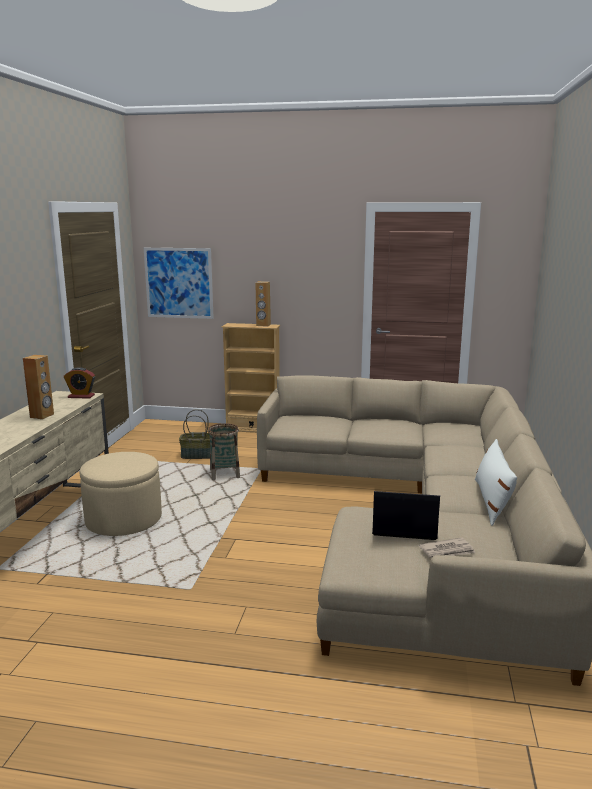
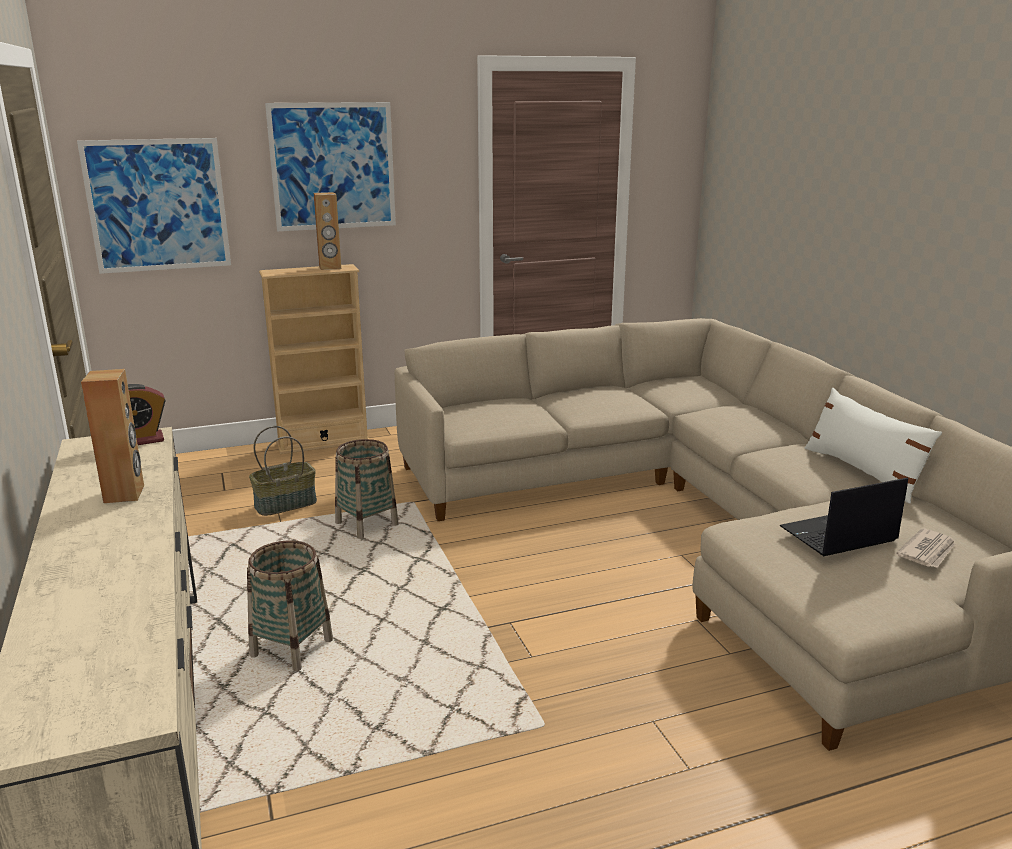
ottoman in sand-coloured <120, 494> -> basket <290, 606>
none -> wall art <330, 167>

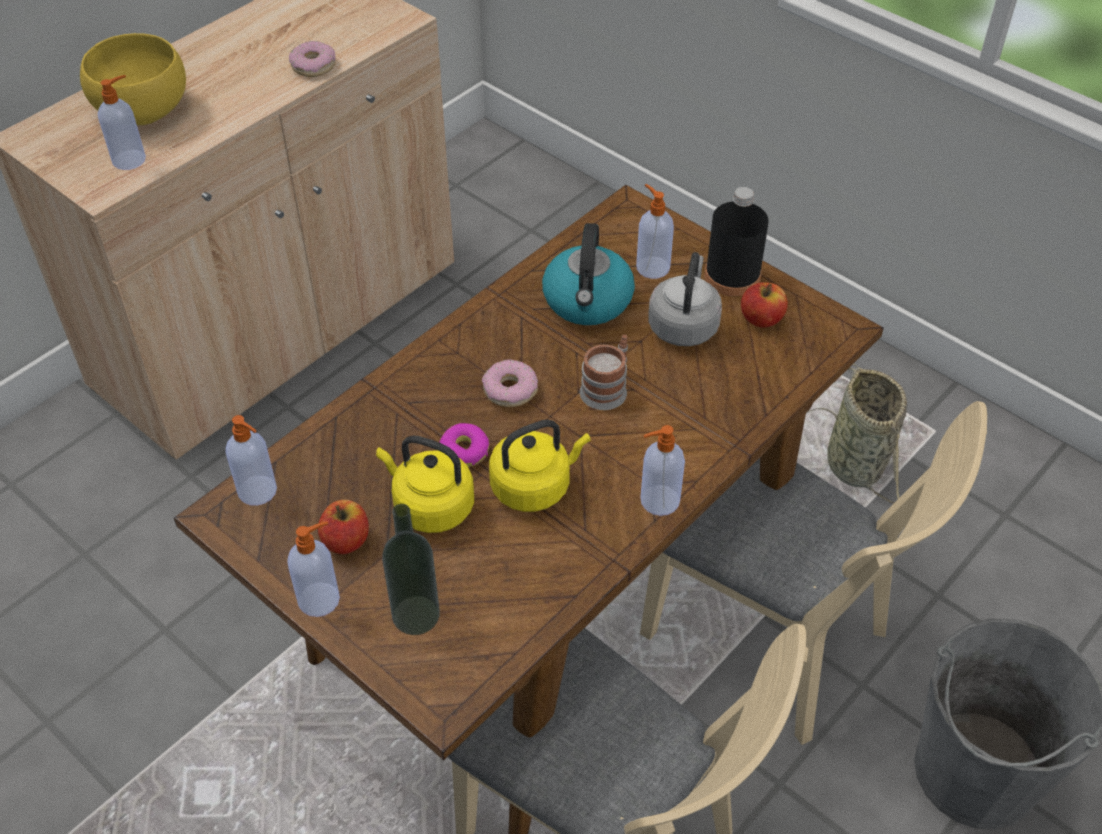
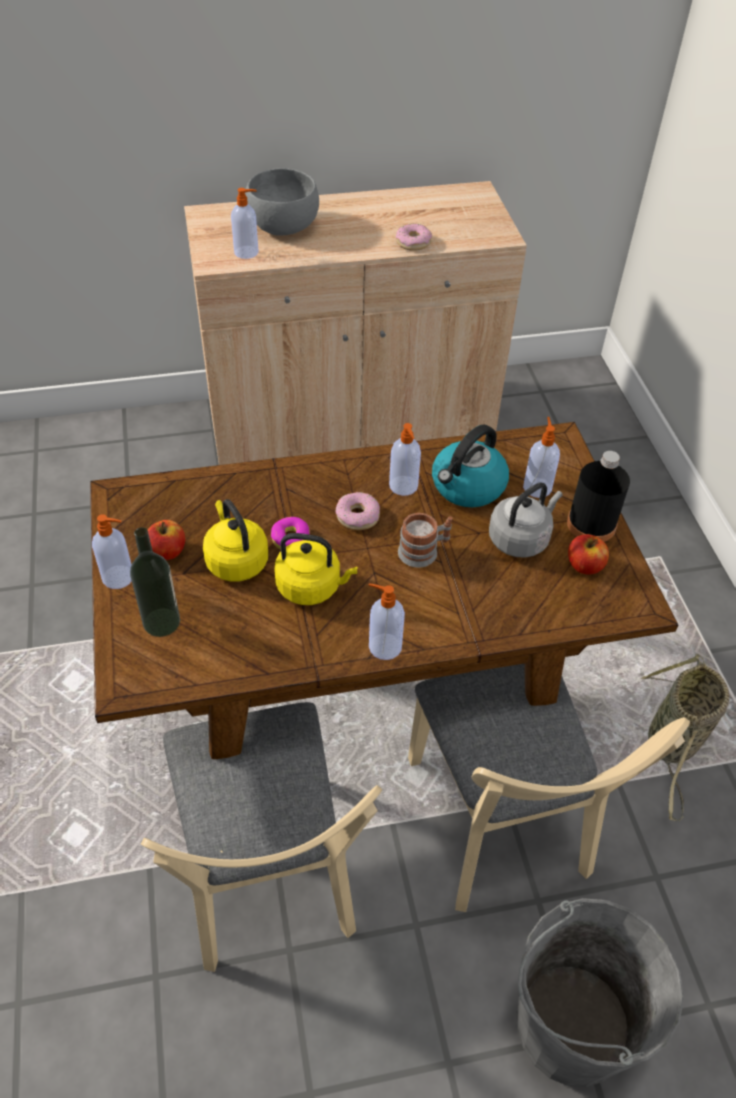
serving bowl in yellow-coloured <133, 79> -> serving bowl in grey <282, 202>
soap bottle <251, 460> -> soap bottle <405, 459>, relocated

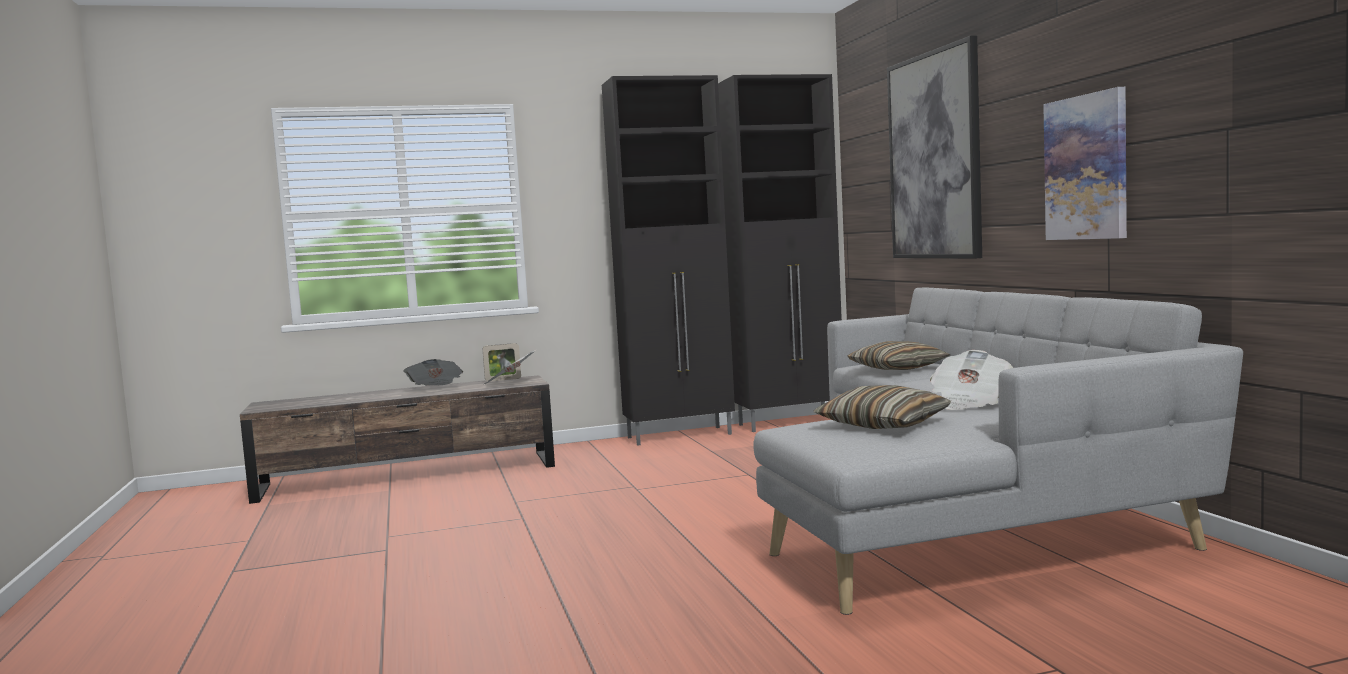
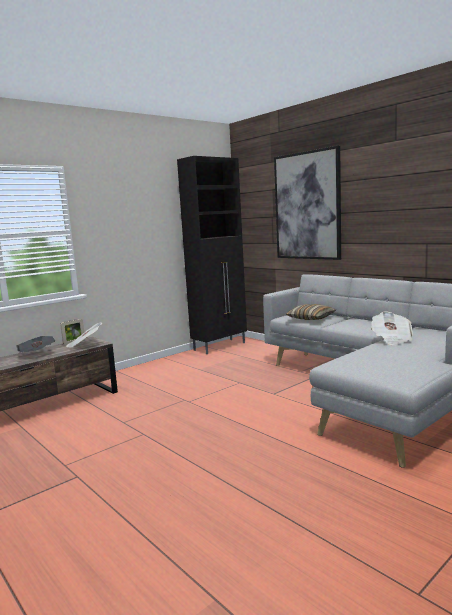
storage cabinet in blackish <668, 260> -> none
throw pillow <882, 407> -> none
wall art <1085, 163> -> none

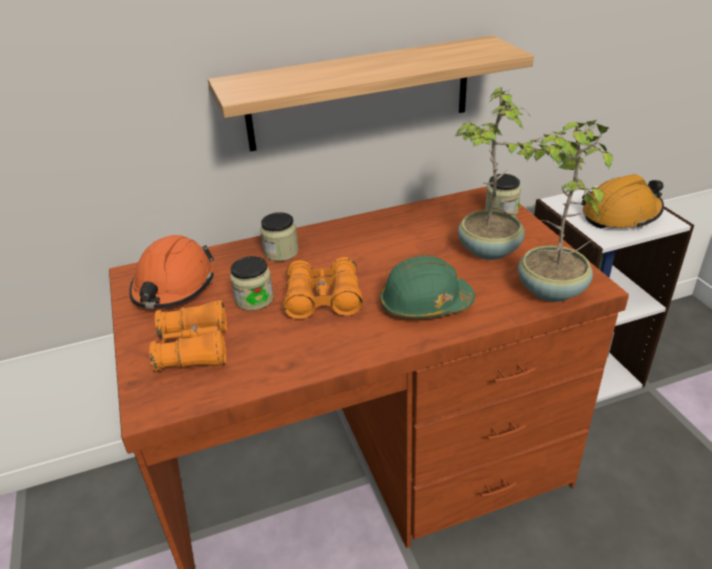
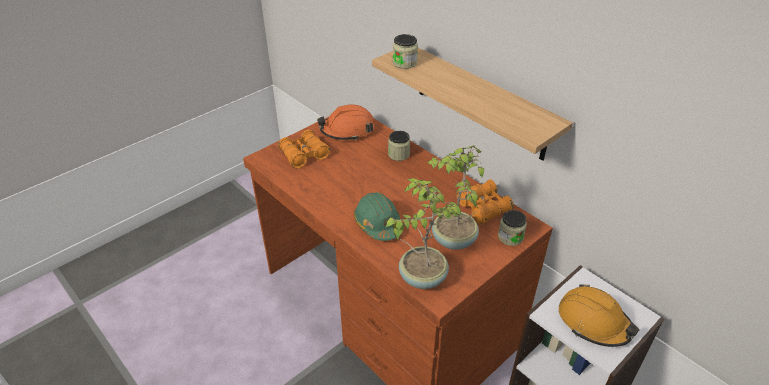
preserve jar <252, 283> -> preserve jar <405, 51>, relocated
field glasses in orangey <323, 288> -> field glasses in orangey <485, 202>, relocated

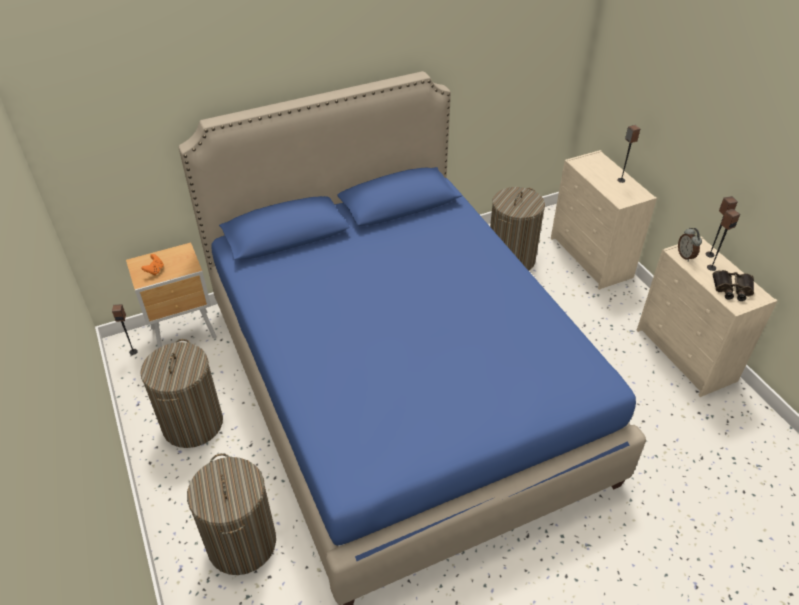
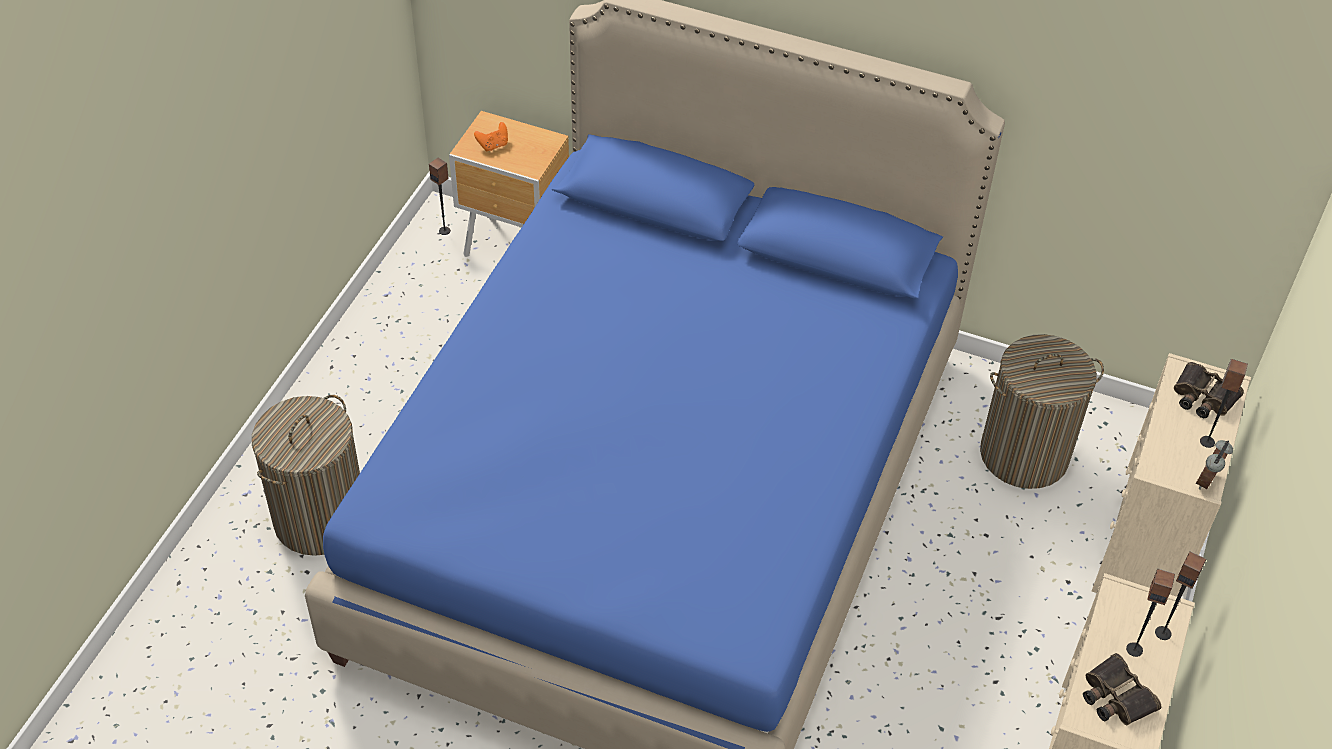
none -> field glasses <1209, 390>
bedside clock <690, 245> -> bedside clock <1214, 465>, relocated
hamper <181, 393> -> none

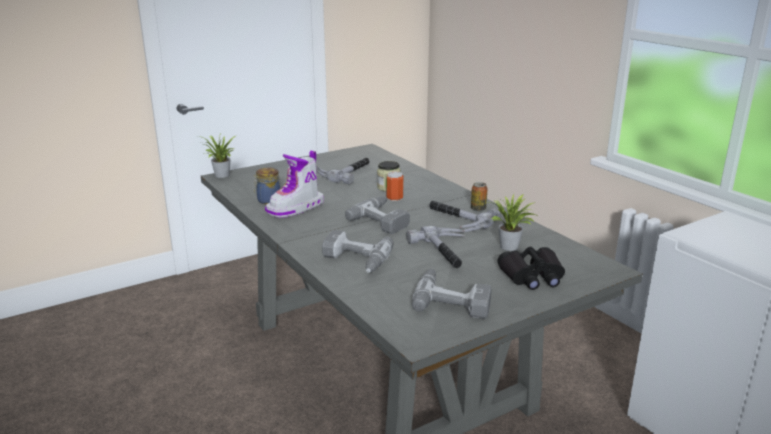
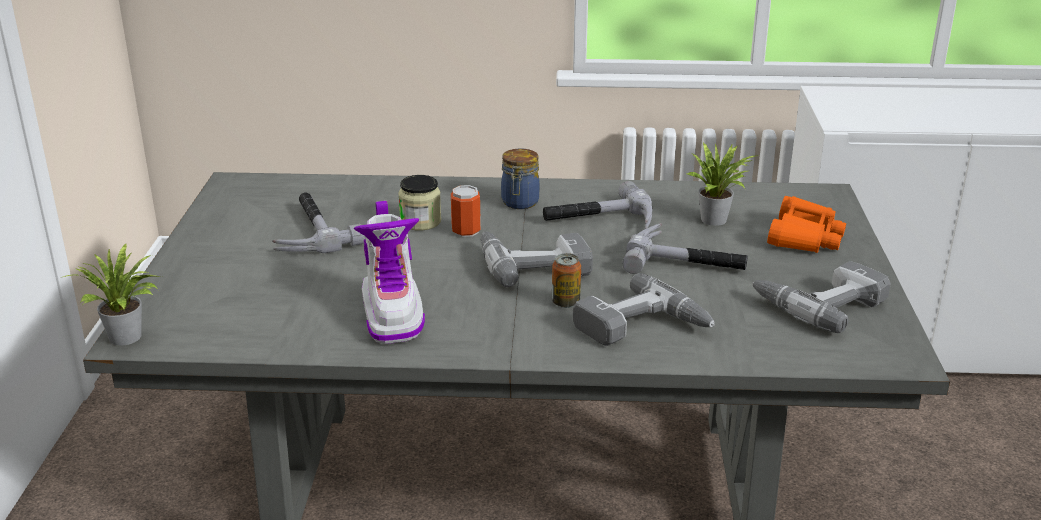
preserve jar <267, 186> -> preserve jar <520, 179>, relocated
sealed can <479, 197> -> sealed can <566, 280>, relocated
field glasses in blackish <531, 268> -> field glasses in orangey <806, 224>

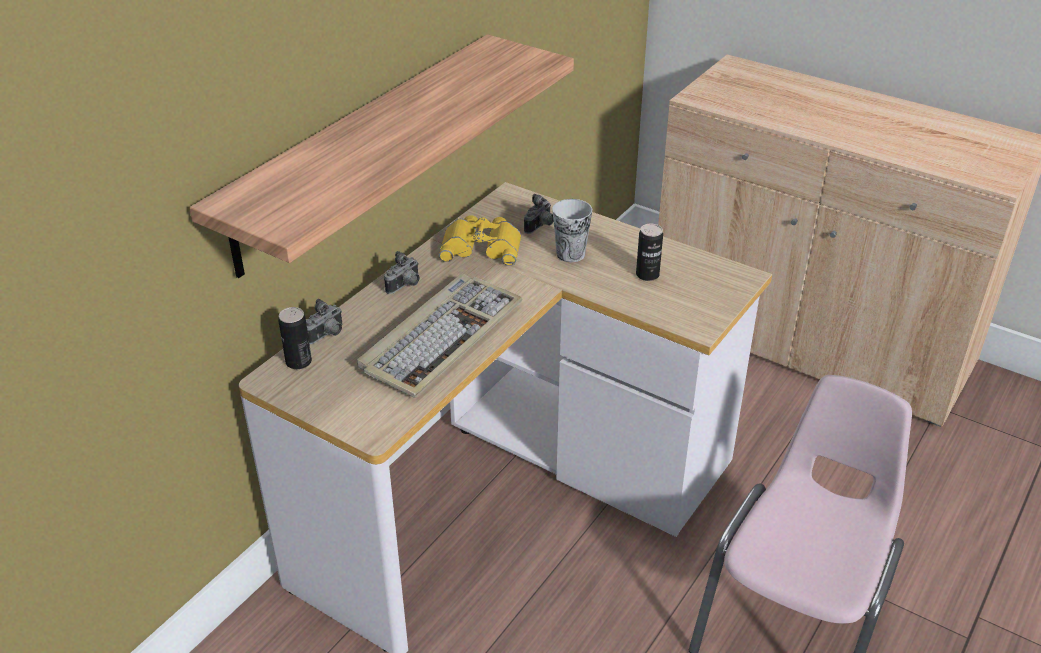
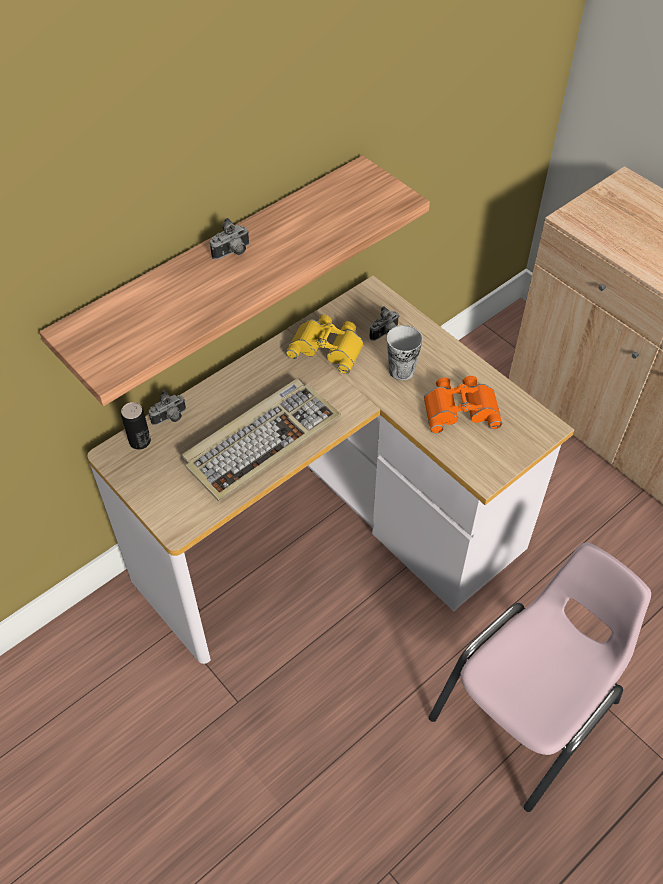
still camera <402, 272> -> still camera <229, 239>, relocated
sealed can <649, 252> -> field glasses in orangey <463, 404>

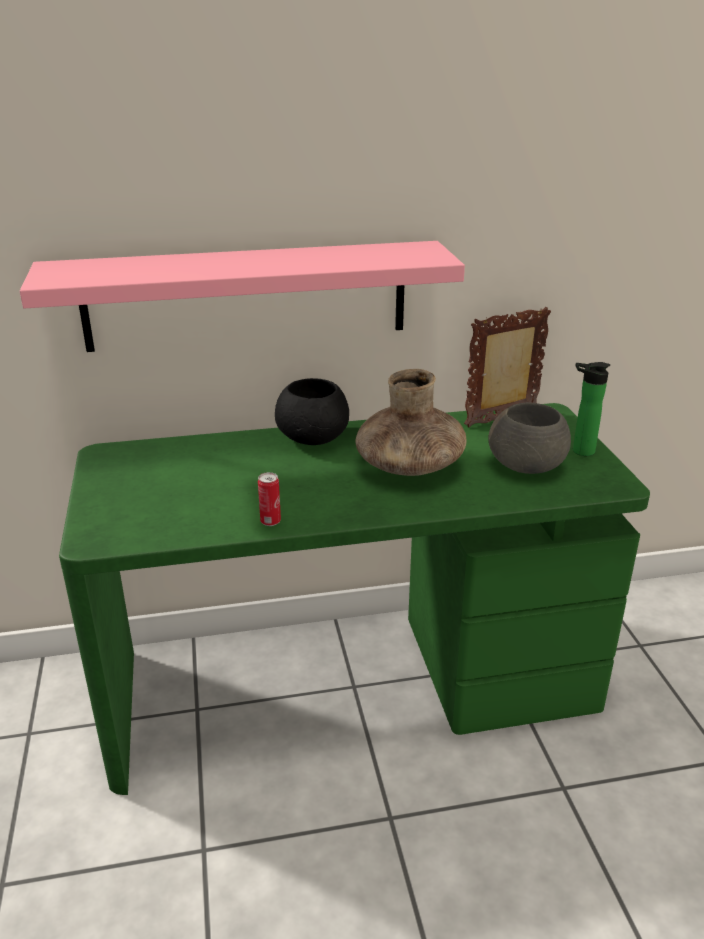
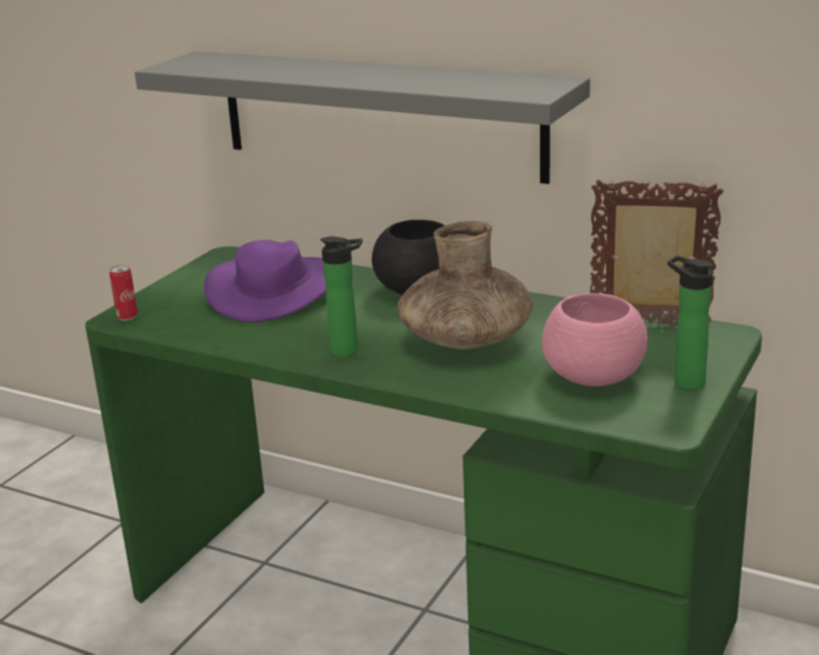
sealed can <269, 499> -> sealed can <123, 293>, relocated
wall shelf in pink-coloured <242, 296> -> wall shelf in grey <362, 117>
none -> wearable hat in purplish <265, 281>
none -> drink bottle <341, 296>
serving bowl in grey <529, 438> -> serving bowl in pink-coloured <595, 339>

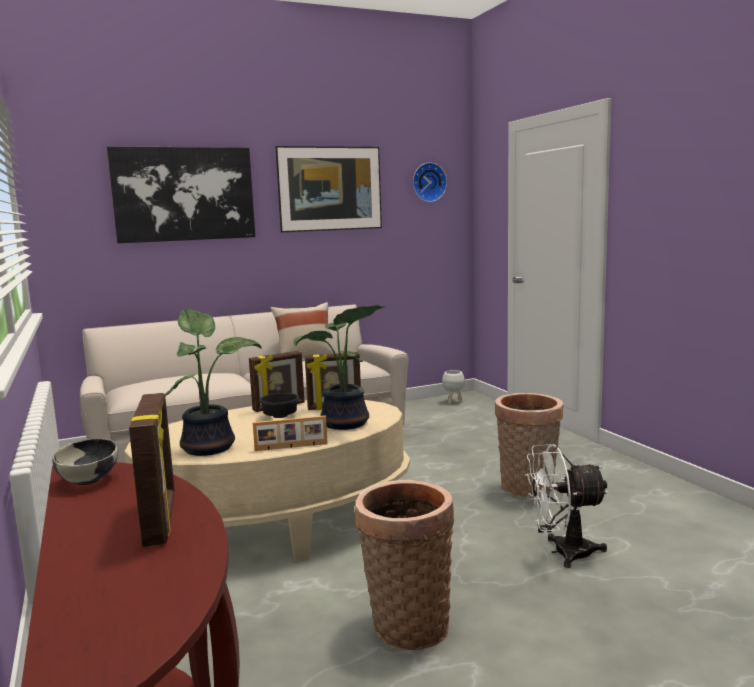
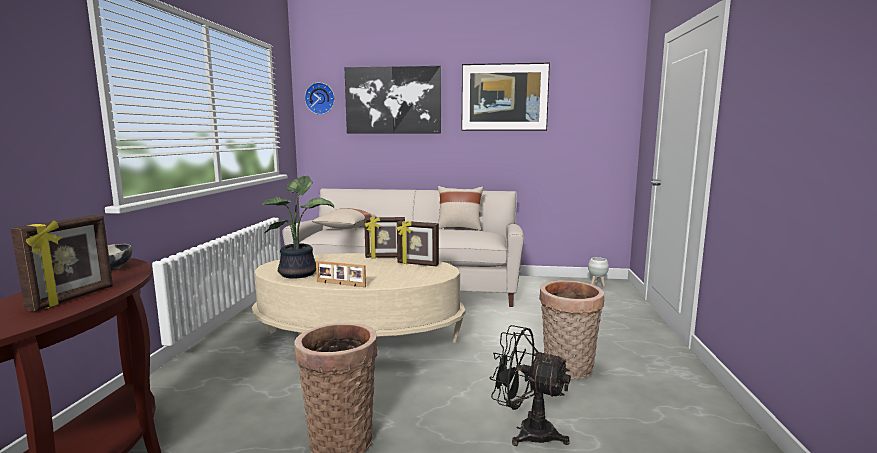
clock on the wall <430, 182> -> clock on the wall <320, 98>, relocated
none -> throw pillow in sand-coloured <344, 218>
cooling fan in white <567, 506> -> cooling fan in blackish <530, 385>
serving bowl in blackish <279, 405> -> none
plant in a pot <339, 367> -> none

